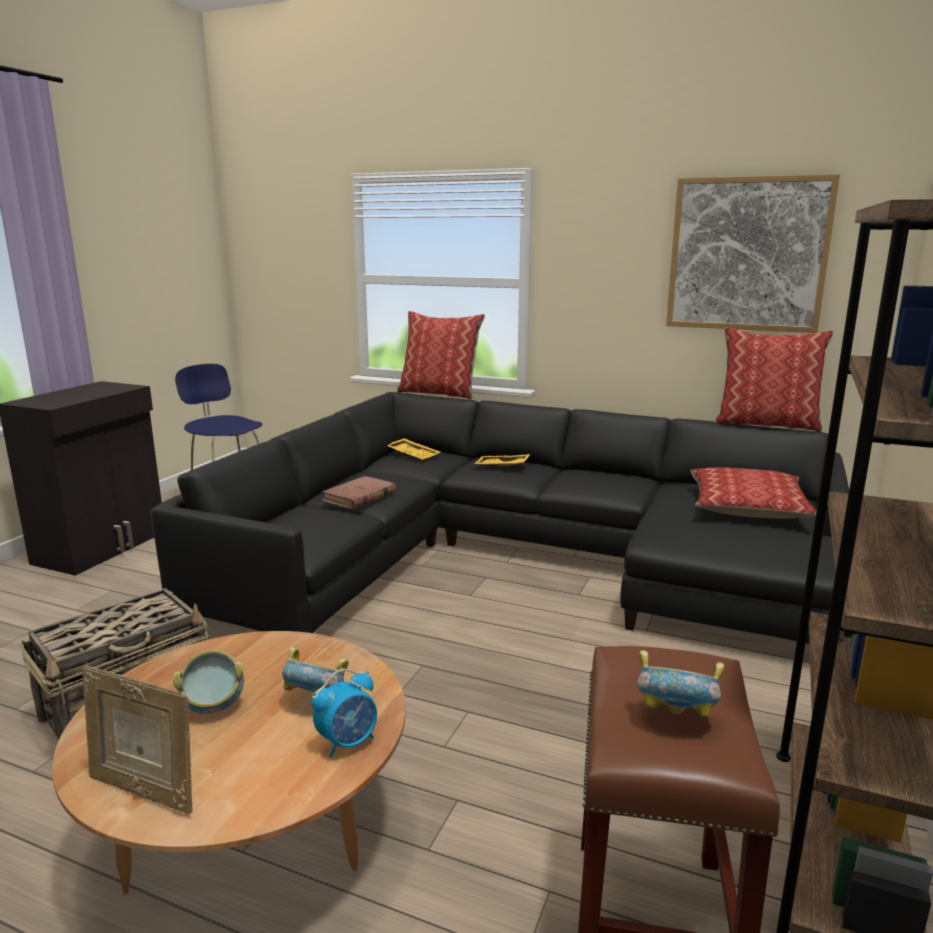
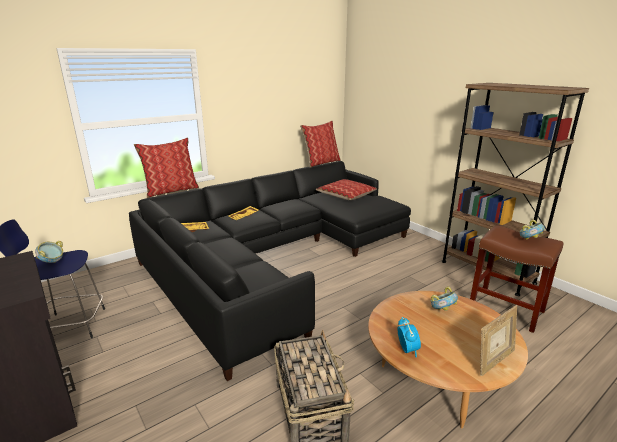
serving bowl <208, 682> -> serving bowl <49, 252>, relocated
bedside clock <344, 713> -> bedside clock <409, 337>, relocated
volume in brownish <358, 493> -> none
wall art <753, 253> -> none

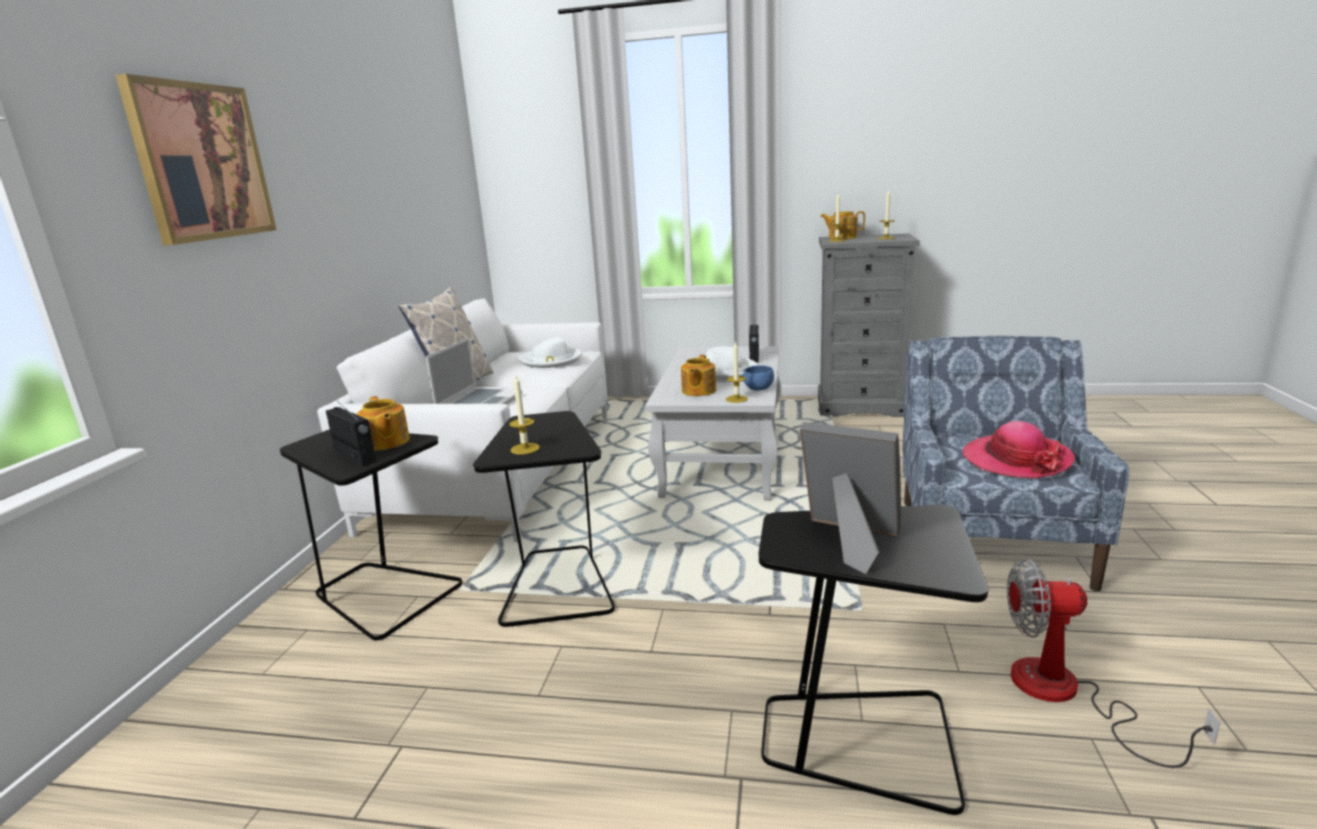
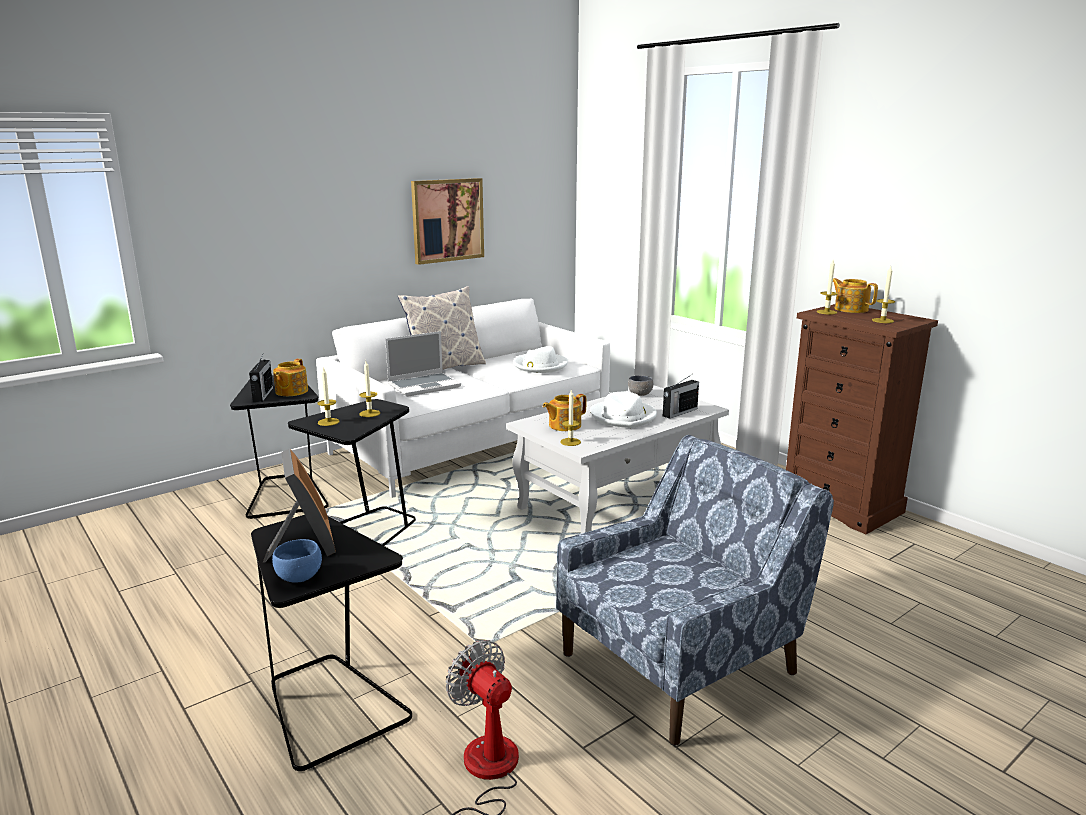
serving bowl in blue <758, 378> -> serving bowl in blue <297, 561>, relocated
none -> candle <369, 389>
wall art <196, 159> -> wall art <447, 221>, relocated
none -> serving bowl in grey <640, 385>
chest of drawers in grey <869, 325> -> chest of drawers in brownish <862, 419>
wearable hat <1018, 450> -> none

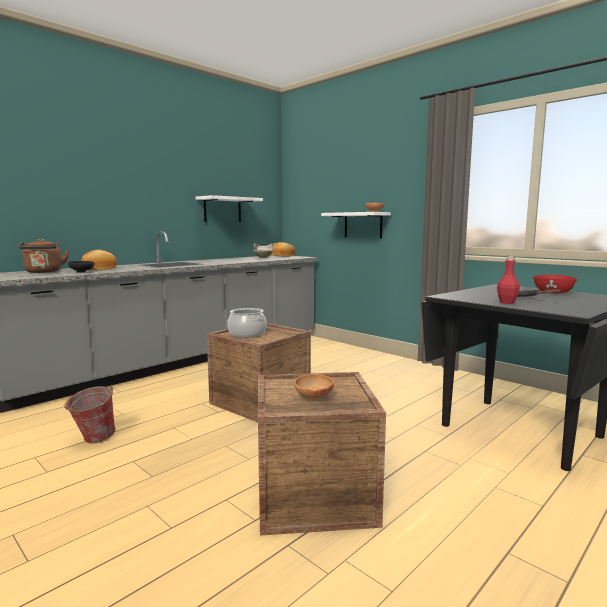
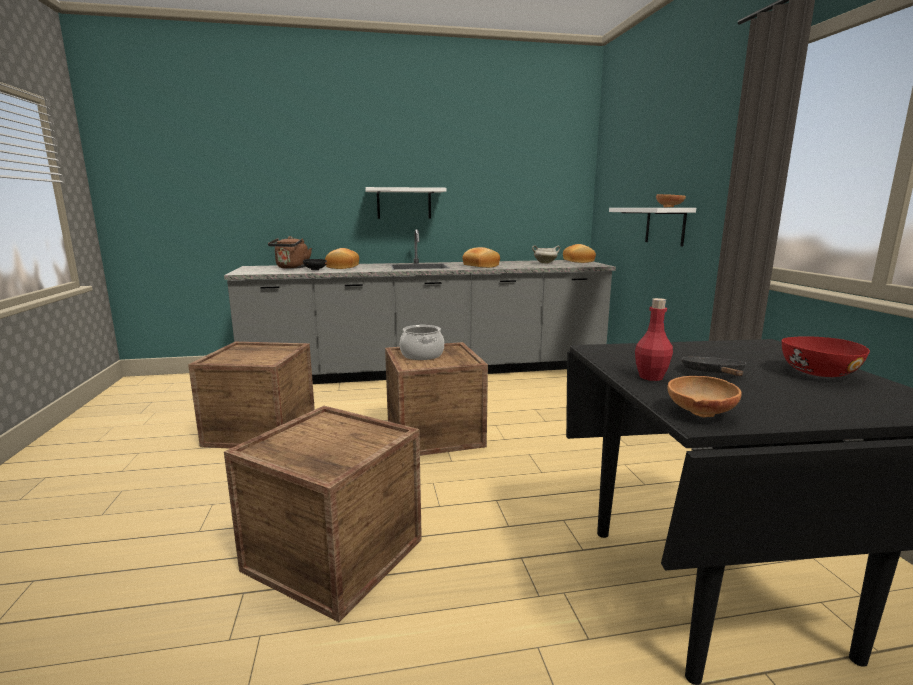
bucket <90, 414> -> crate <251, 395>
wall shelf in white <229, 208> -> wall shelf in white <405, 203>, relocated
none -> baked bread <481, 257>
serving bowl in brownish <314, 387> -> serving bowl in brownish <704, 397>, relocated

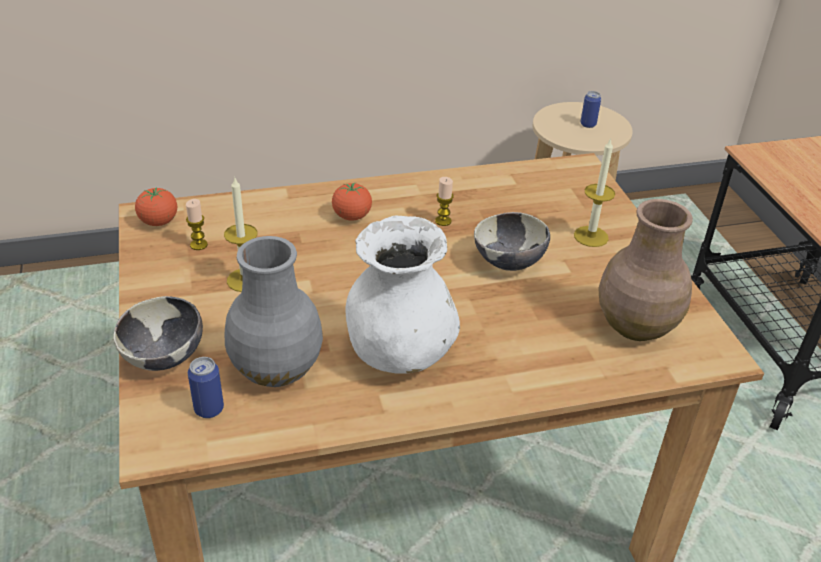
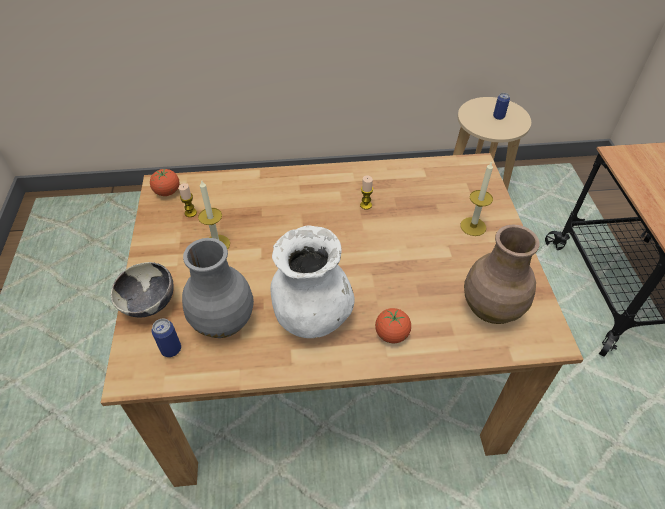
fresh tomato <352, 202> -> fresh tomato <393, 325>, relocated
serving bowl <512, 241> -> none

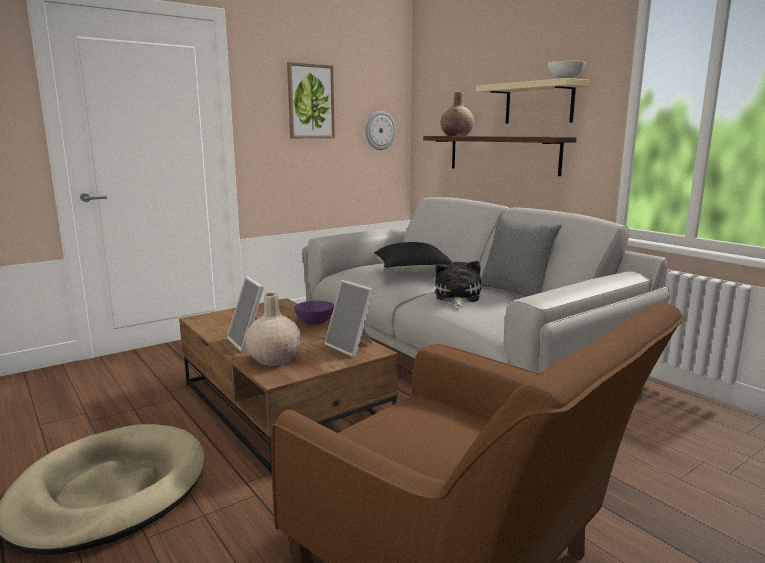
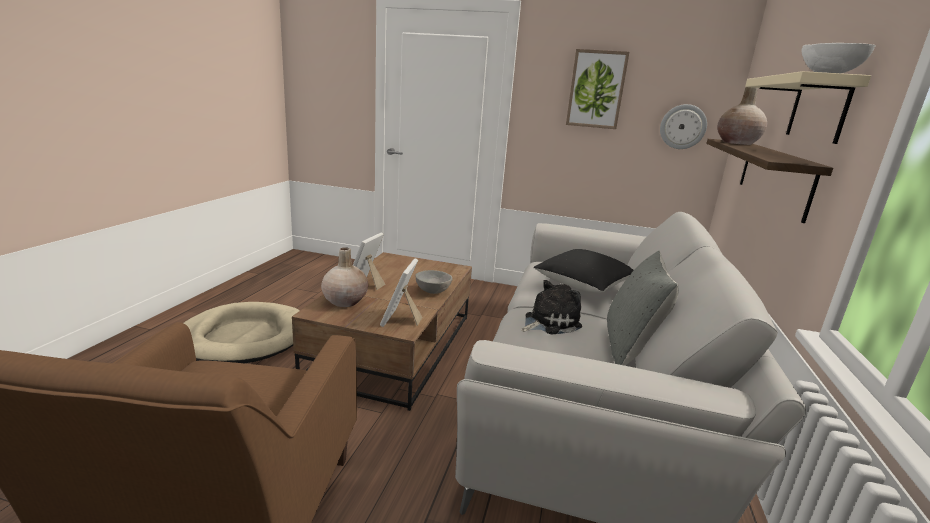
serving bowl in purplish <314, 313> -> serving bowl in grey <434, 282>

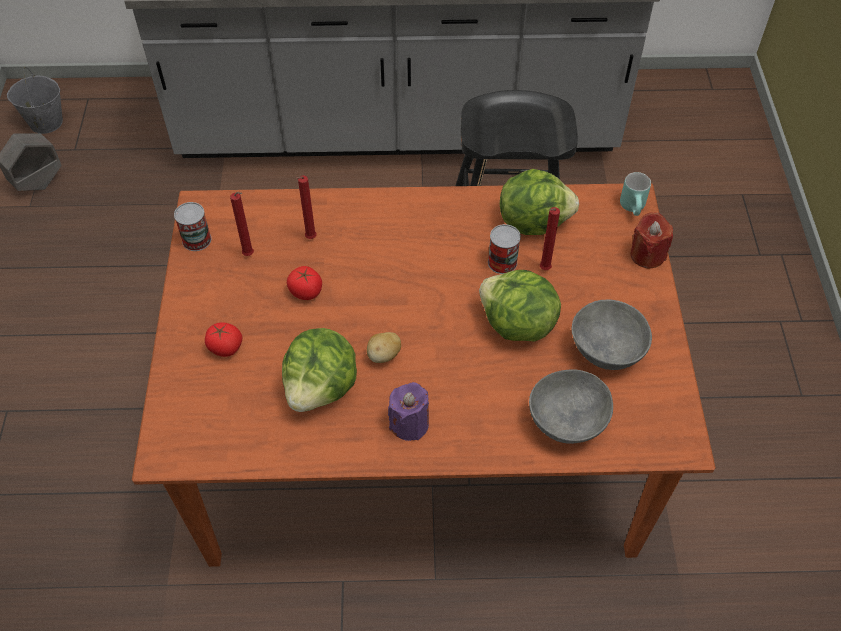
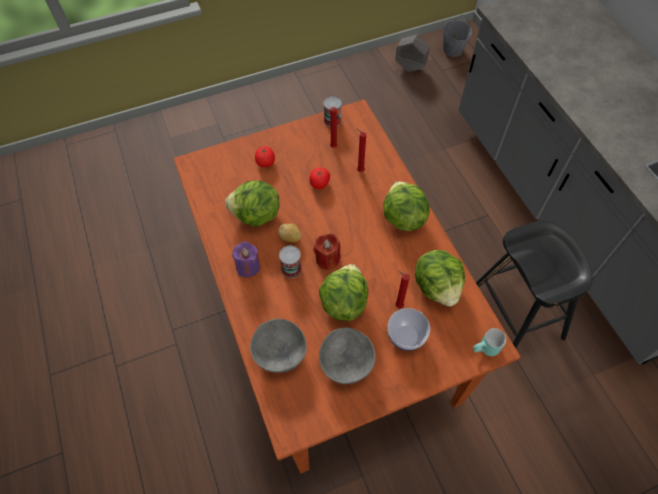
sealed can <504, 249> -> sealed can <290, 262>, relocated
candle in red-coloured <652, 240> -> candle in red-coloured <327, 252>, relocated
none -> head of lettuce <406, 206>
none -> serving bowl <409, 329>

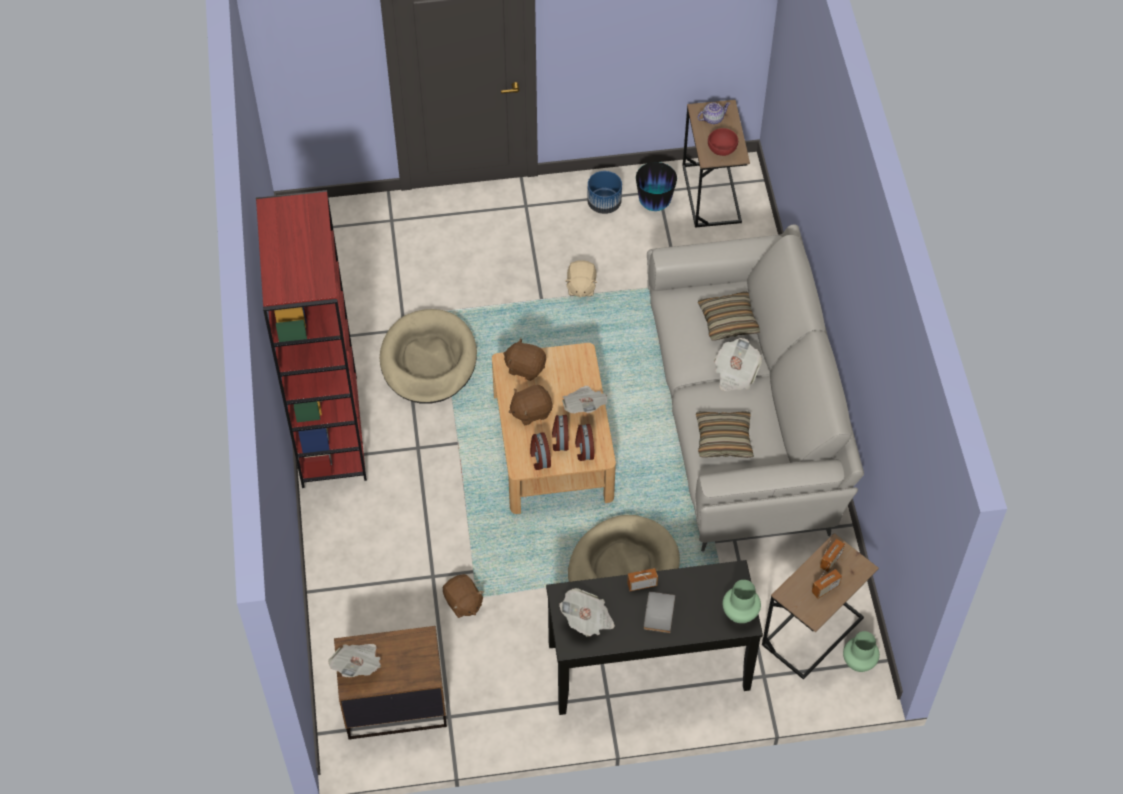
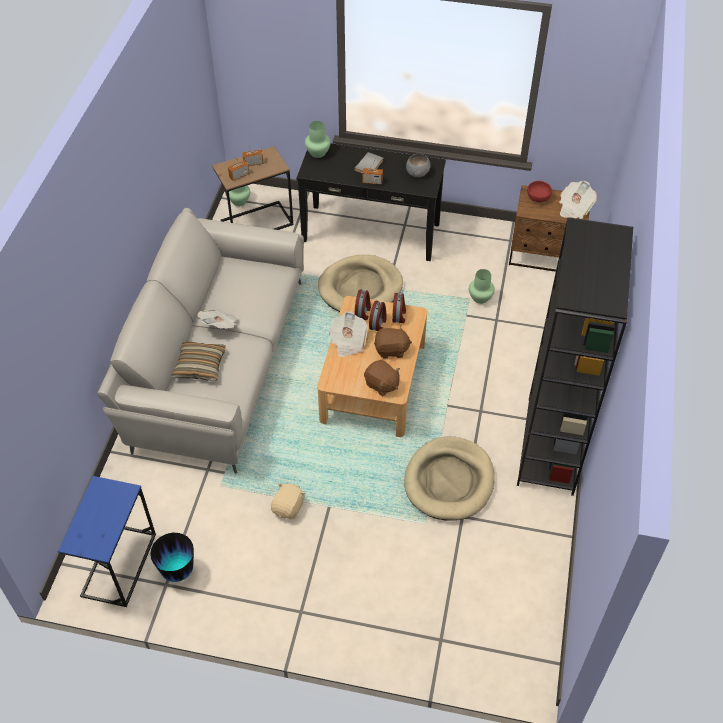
end table in brownish <716, 164> -> end table in blue <107, 541>
printed paper <587, 612> -> serving bowl in grey <418, 165>
plush toy in brownish <463, 596> -> decorative vase in green <482, 286>
bookshelf in red-coloured <311, 339> -> bookshelf in blackish <575, 356>
serving bowl in red-coloured <723, 142> -> serving bowl in red-coloured <539, 191>, relocated
plant pot in blue <604, 192> -> none
throw pillow <725, 434> -> none
pot for tea <713, 113> -> none

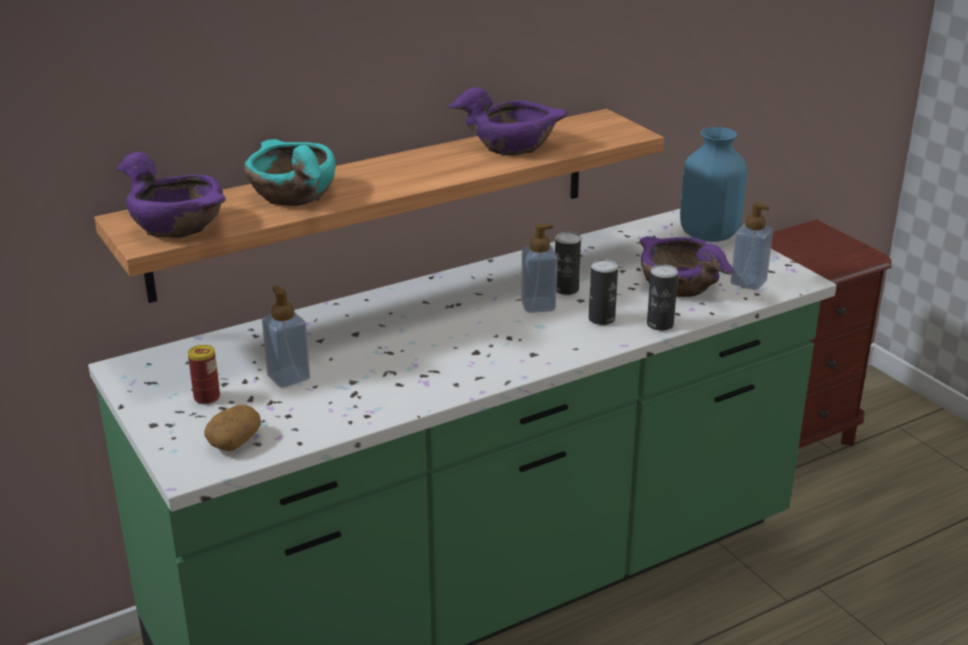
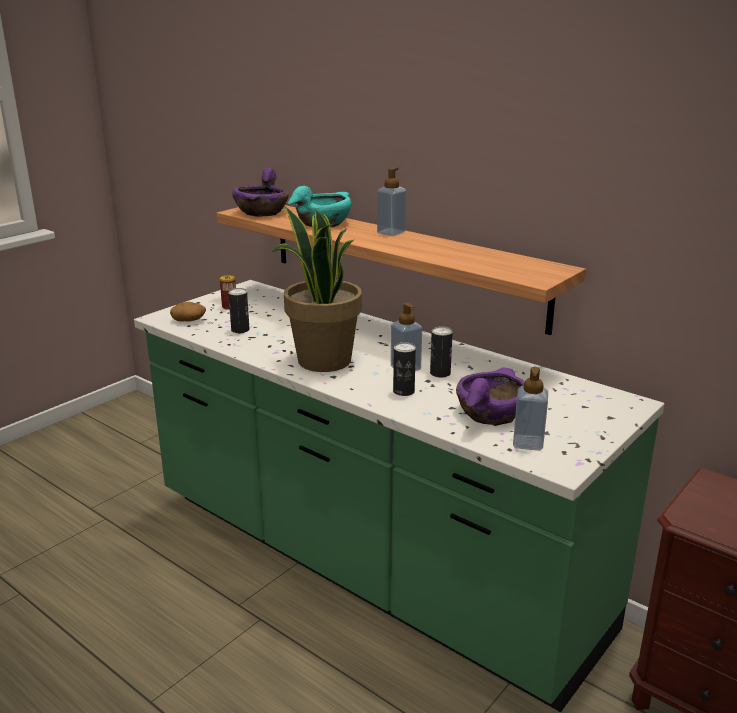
sealed can <662, 297> -> sealed can <239, 310>, relocated
none -> plant in a pot <317, 289>
soap bottle <286, 337> -> soap bottle <391, 201>, relocated
serving bowl in purplish <507, 121> -> none
decorative vase in blue <713, 184> -> none

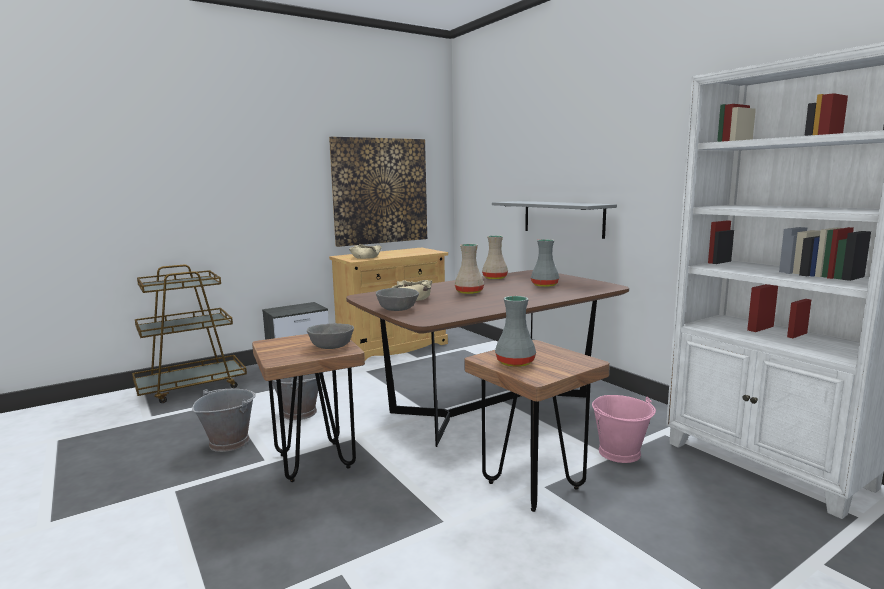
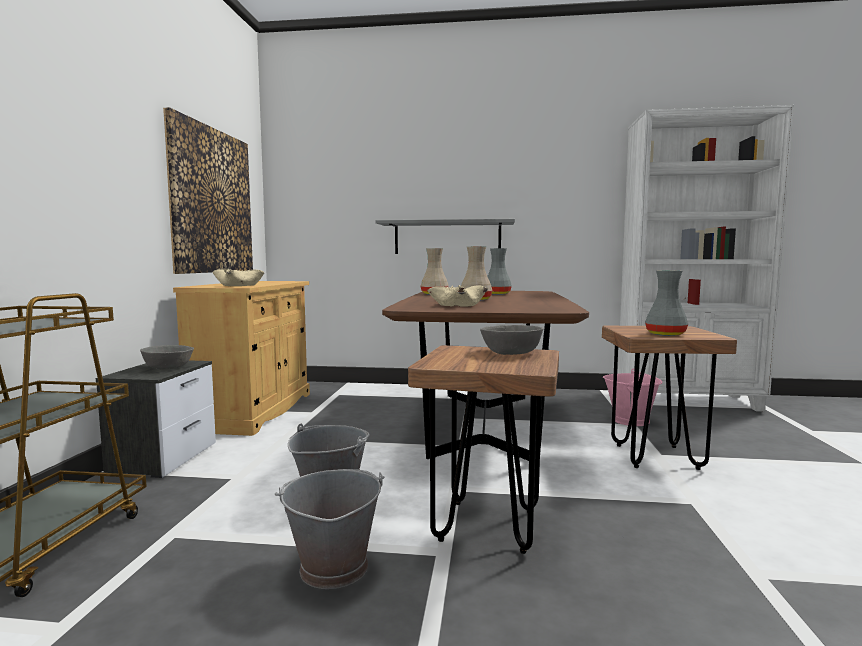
serving bowl in grey <397, 299> -> serving bowl in grey <167, 357>, relocated

